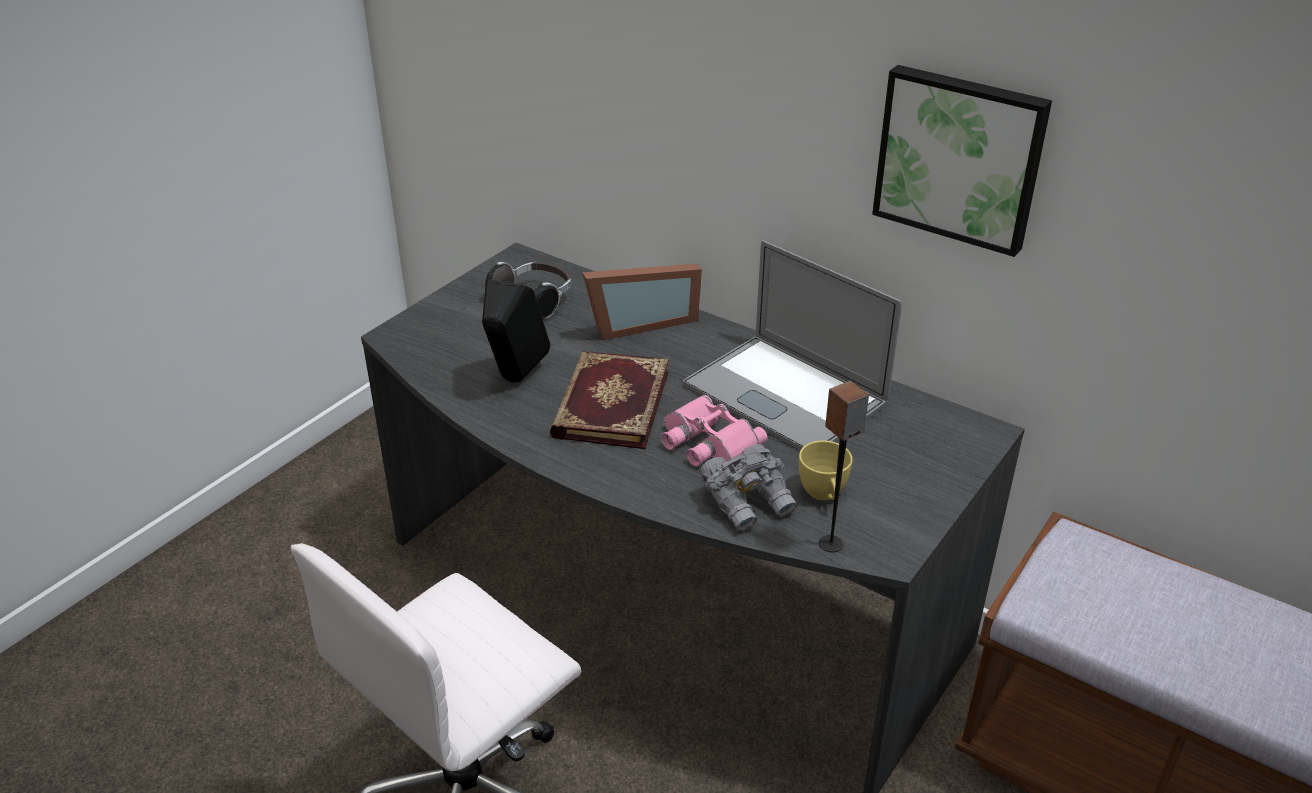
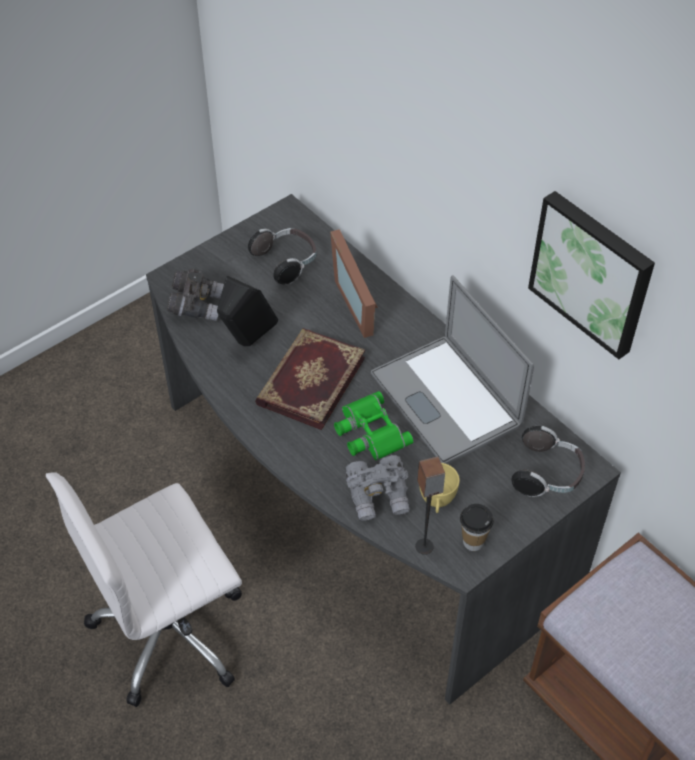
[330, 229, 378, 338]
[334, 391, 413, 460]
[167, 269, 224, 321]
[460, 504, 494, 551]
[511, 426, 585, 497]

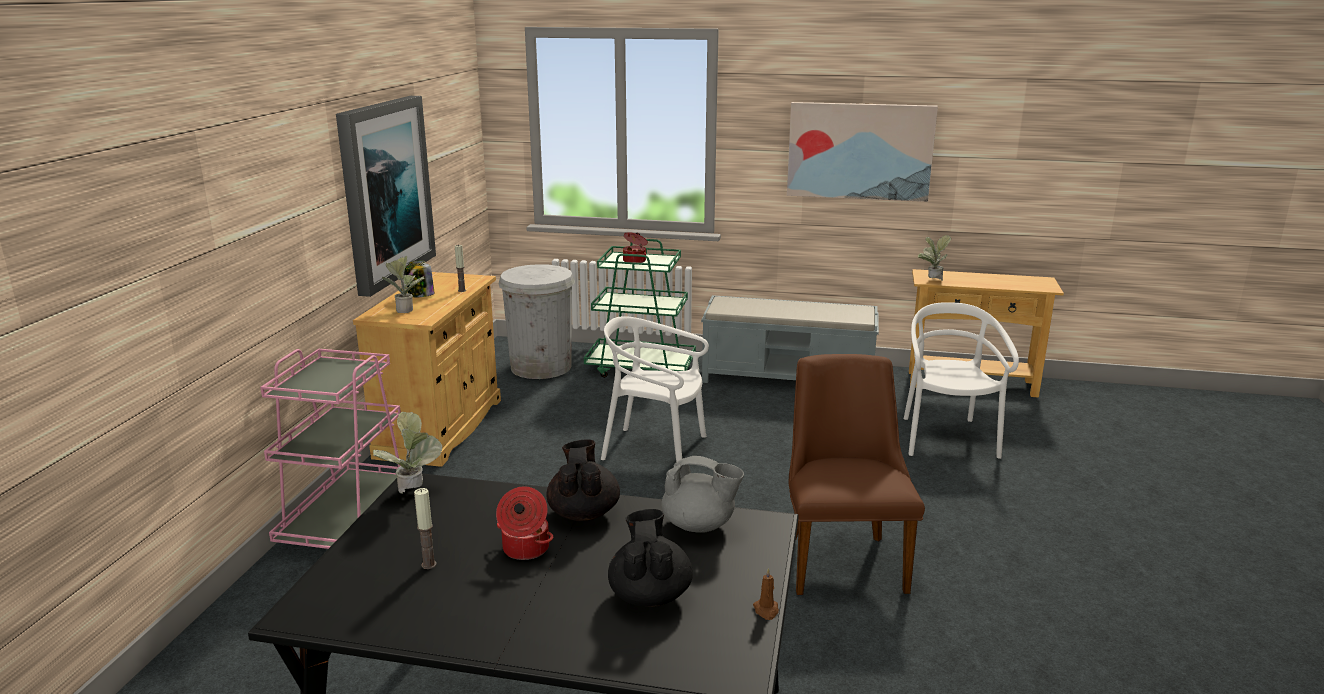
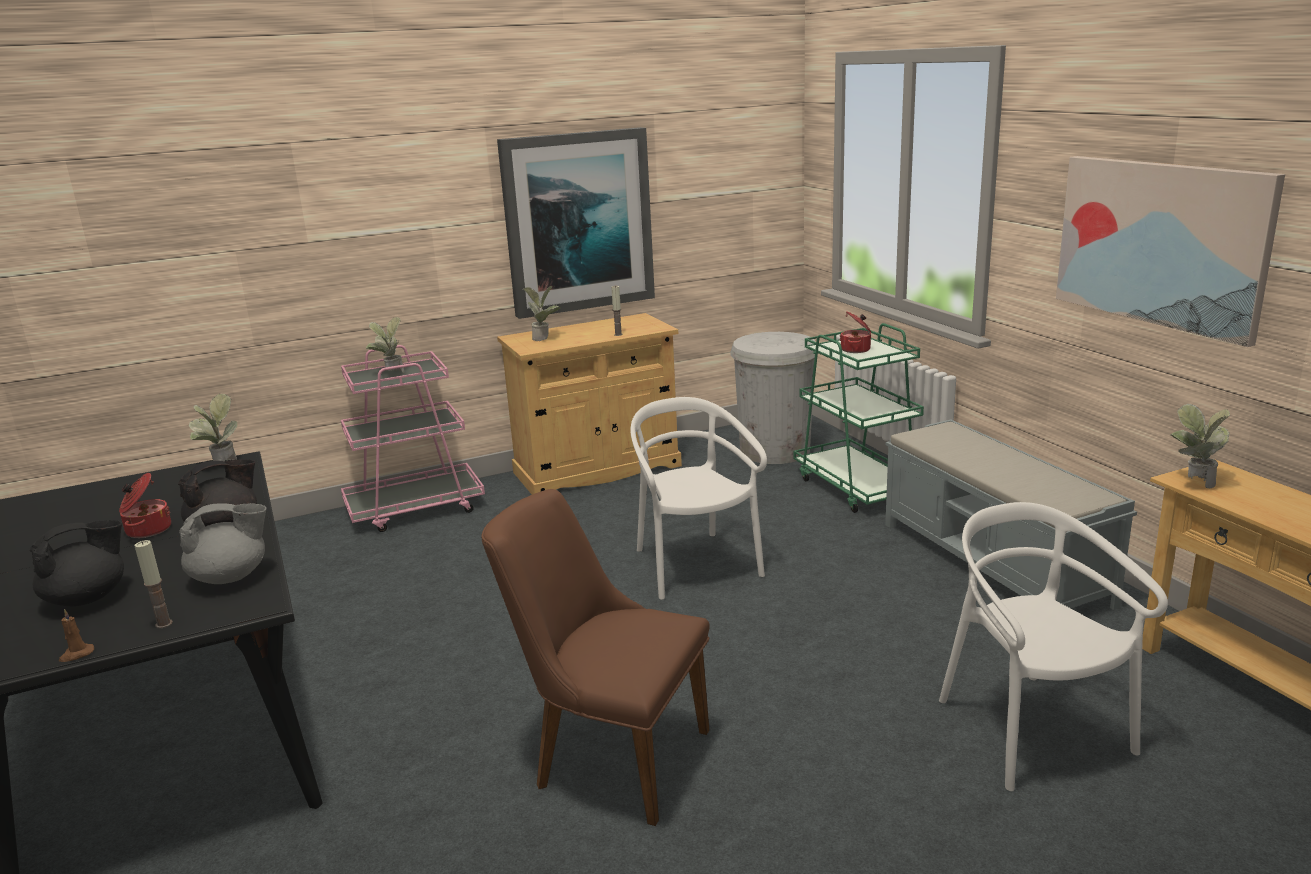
[405, 261, 434, 297] (first image)
[135, 540, 173, 628]
[179, 503, 267, 584]
[481, 489, 710, 826]
[939, 502, 1168, 791]
[366, 317, 404, 373]

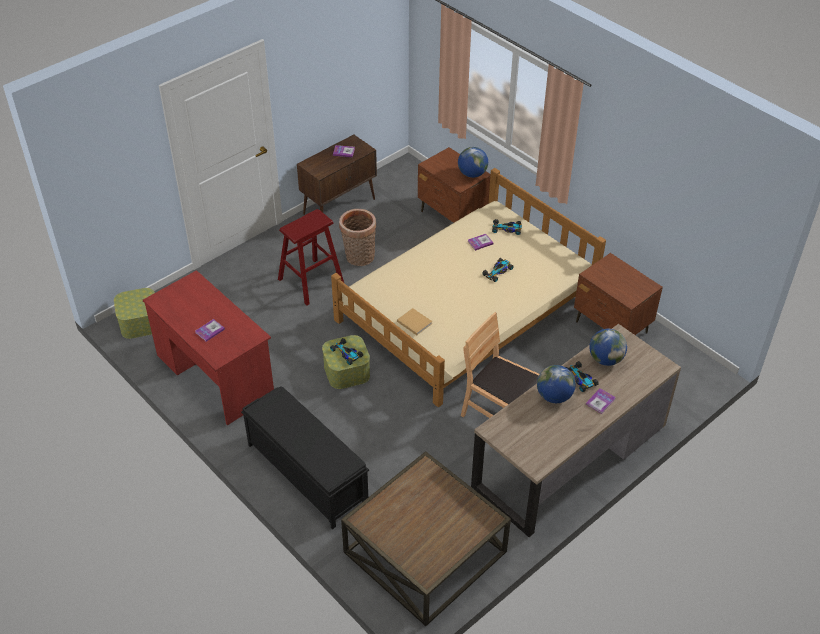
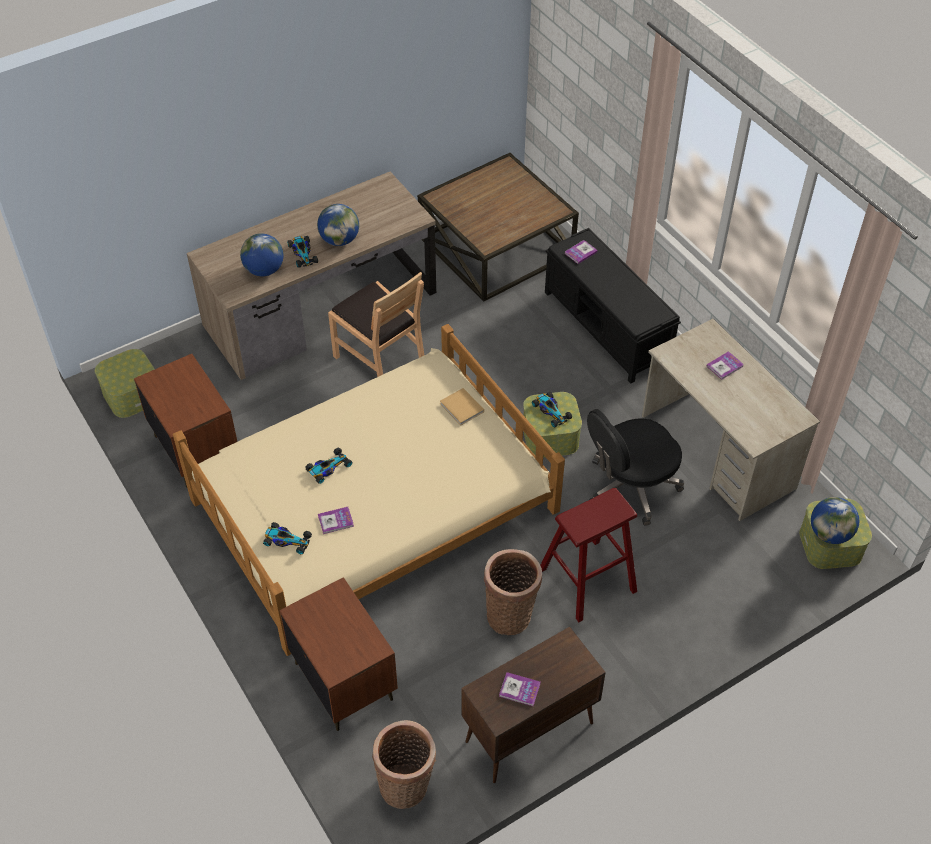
[642, 319, 820, 521]
[811, 497, 859, 544]
[565, 240, 598, 264]
[95, 349, 155, 418]
[372, 720, 436, 809]
[587, 409, 684, 526]

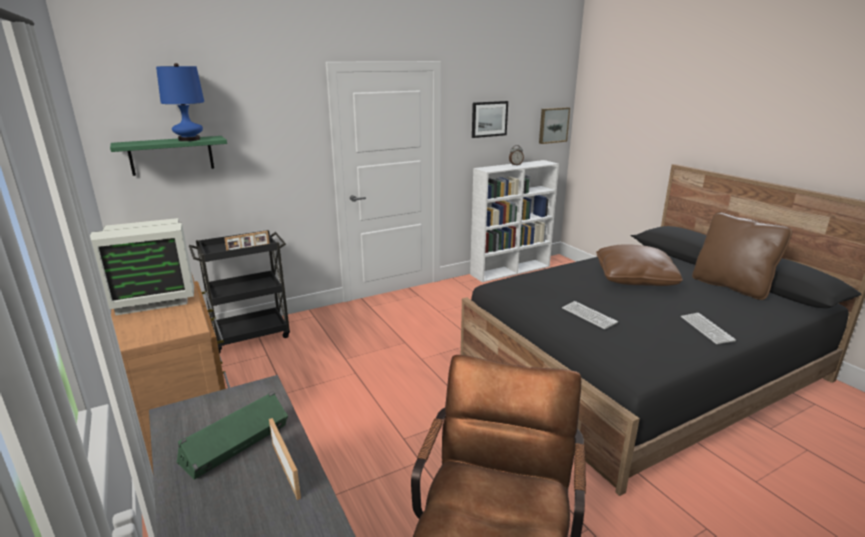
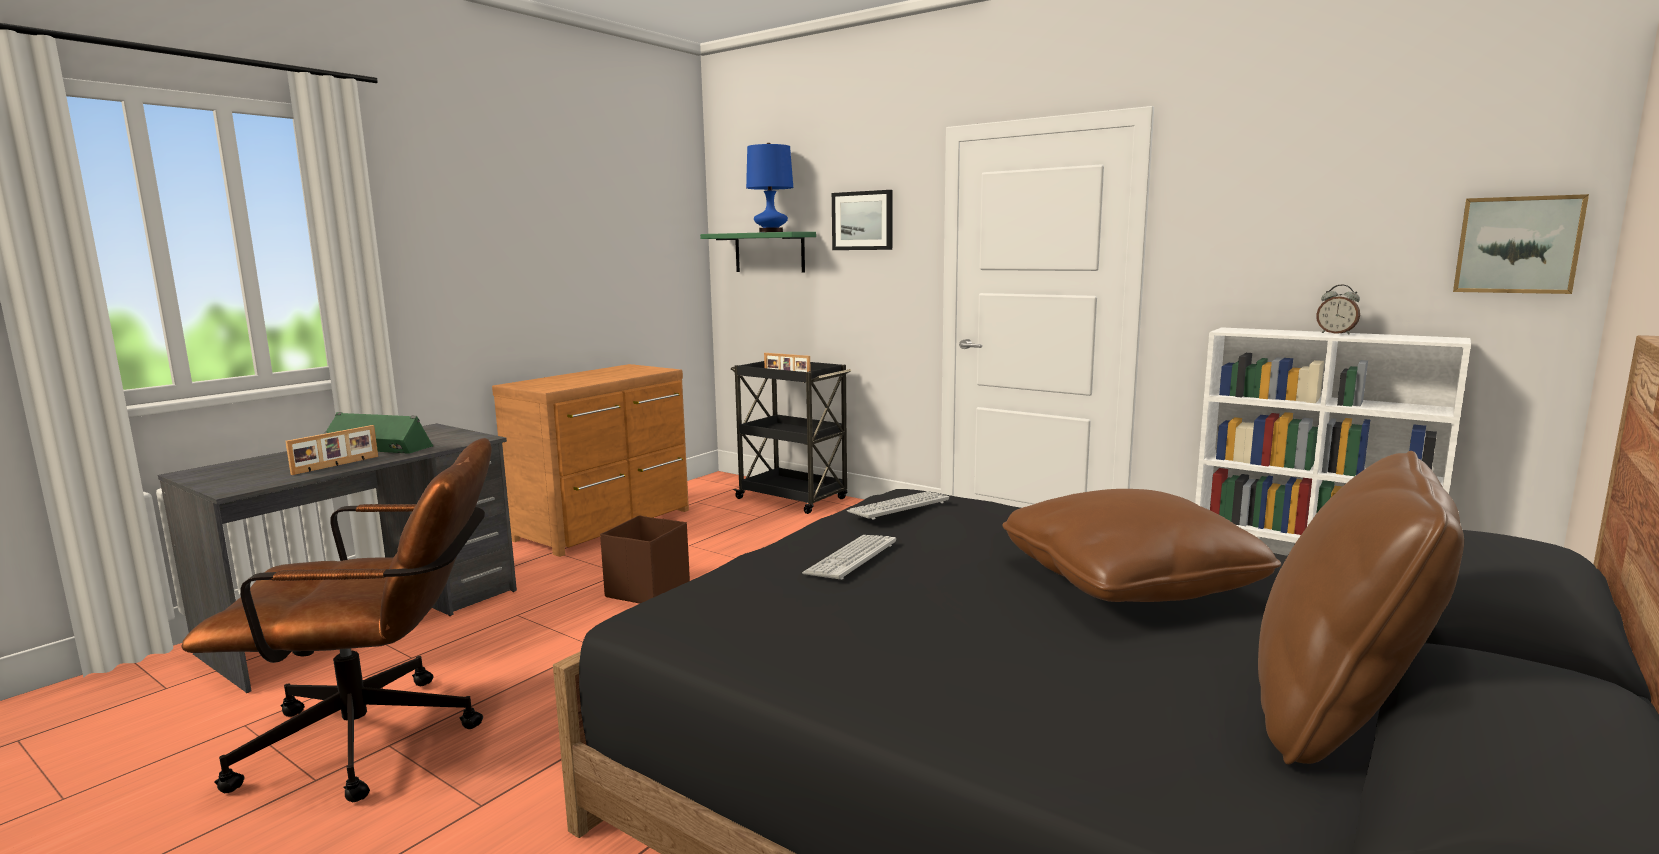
[90, 218, 194, 315] (first image)
[832, 190, 892, 250]
[847, 491, 949, 520]
[600, 516, 690, 604]

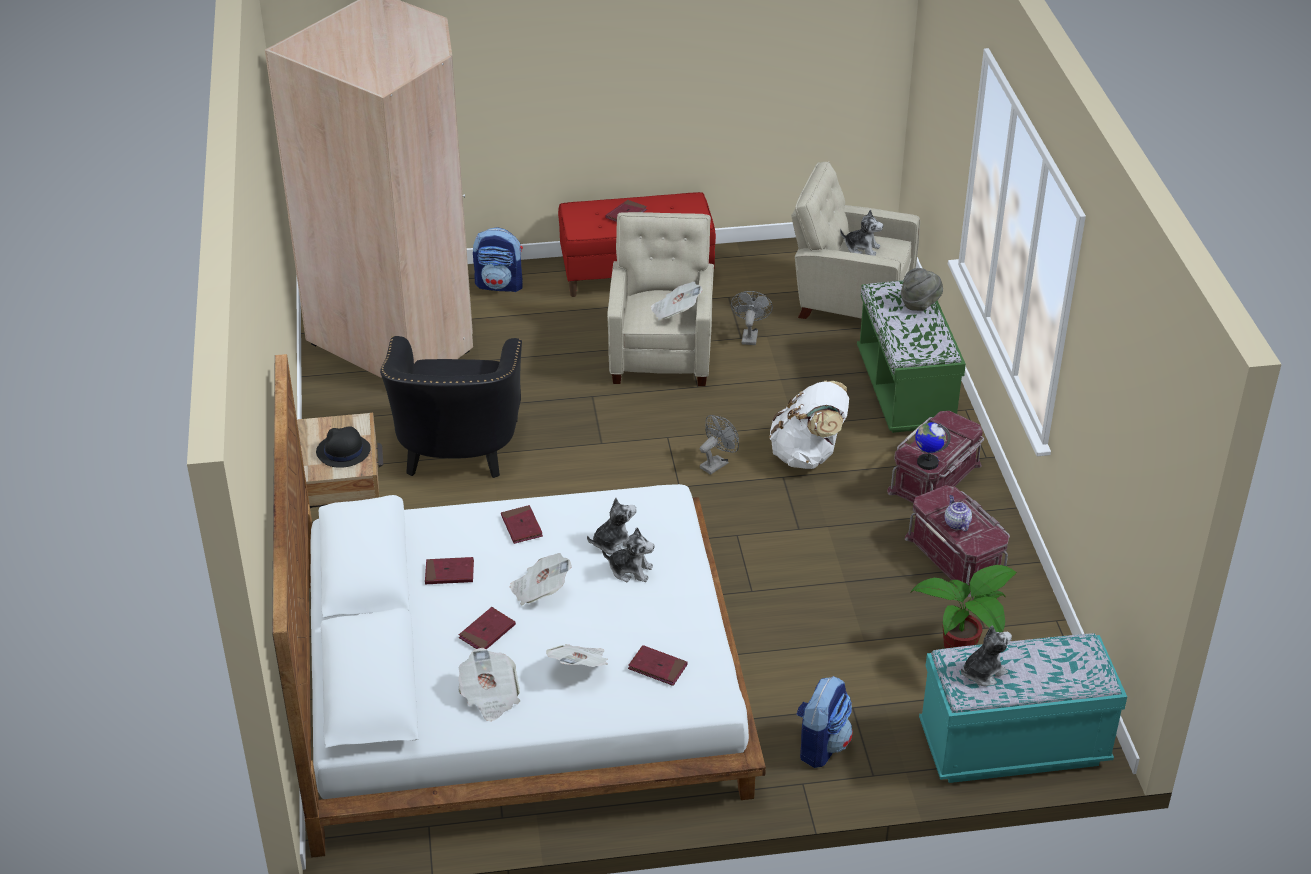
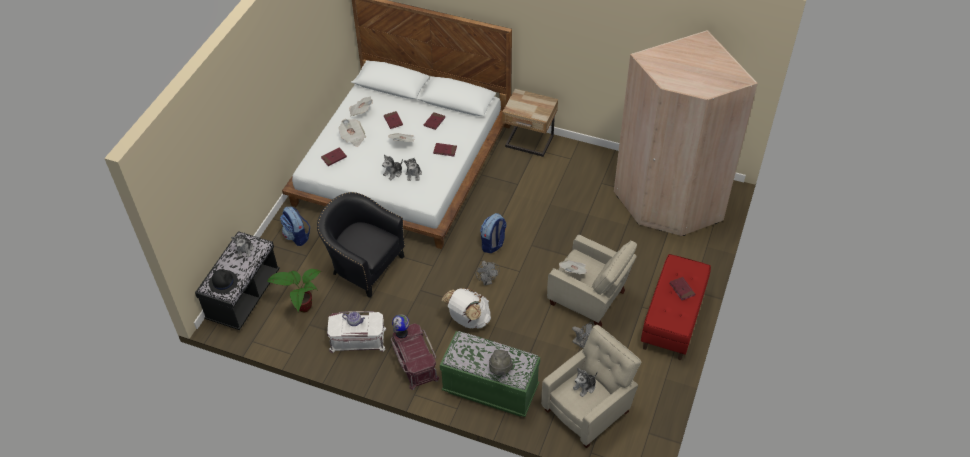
[209, 269, 238, 294]
[317, 192, 405, 298]
[480, 213, 507, 253]
[327, 311, 387, 353]
[195, 231, 280, 330]

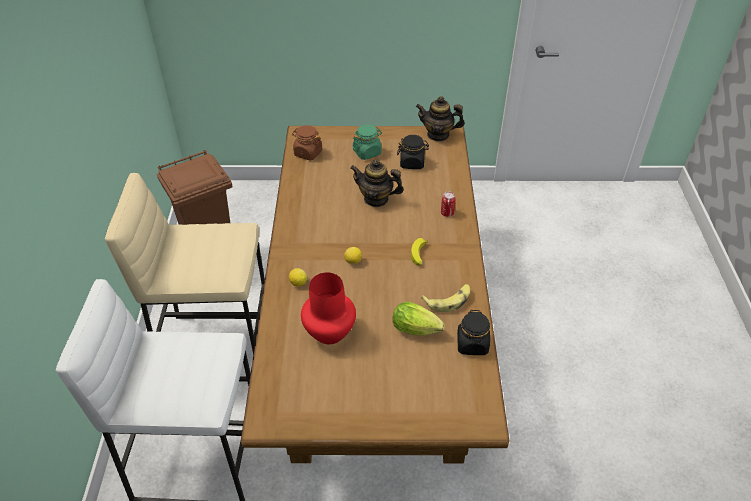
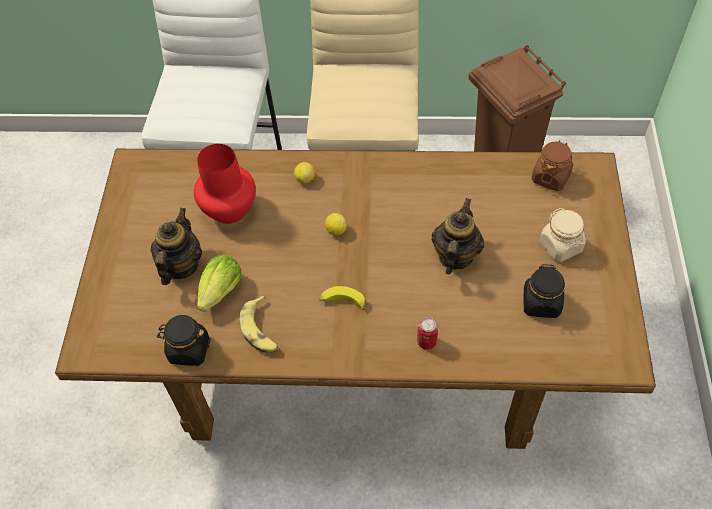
[540, 208, 586, 262]
[150, 208, 202, 285]

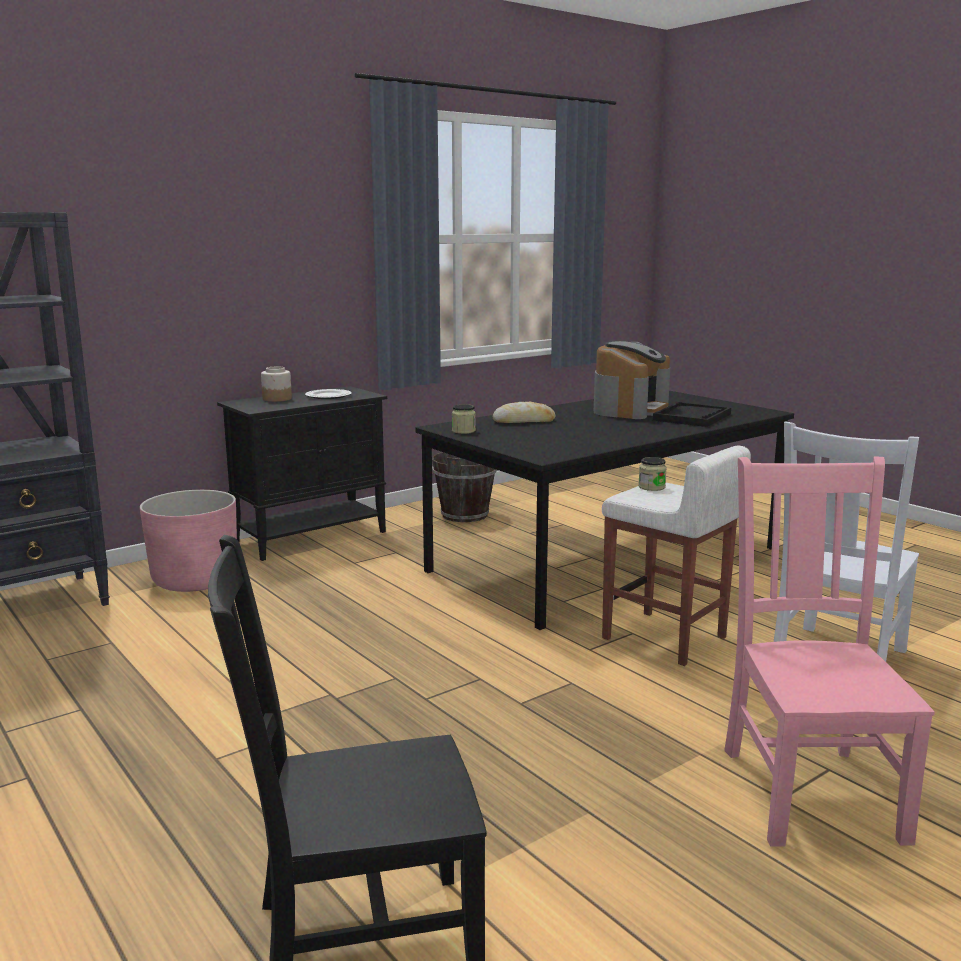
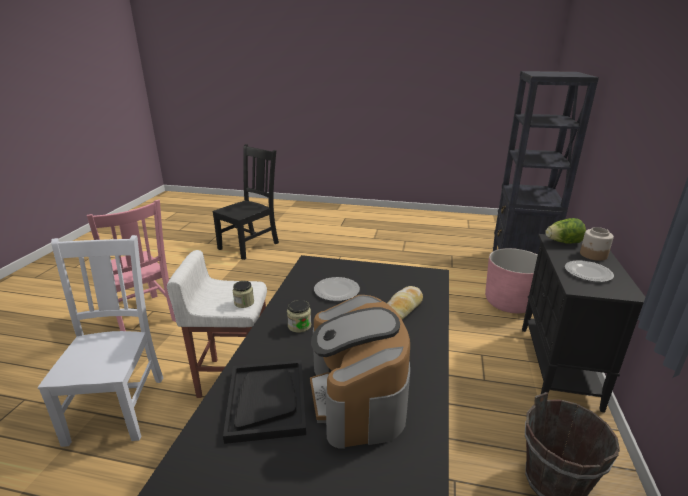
[287, 300, 311, 333]
[314, 277, 360, 301]
[545, 218, 586, 244]

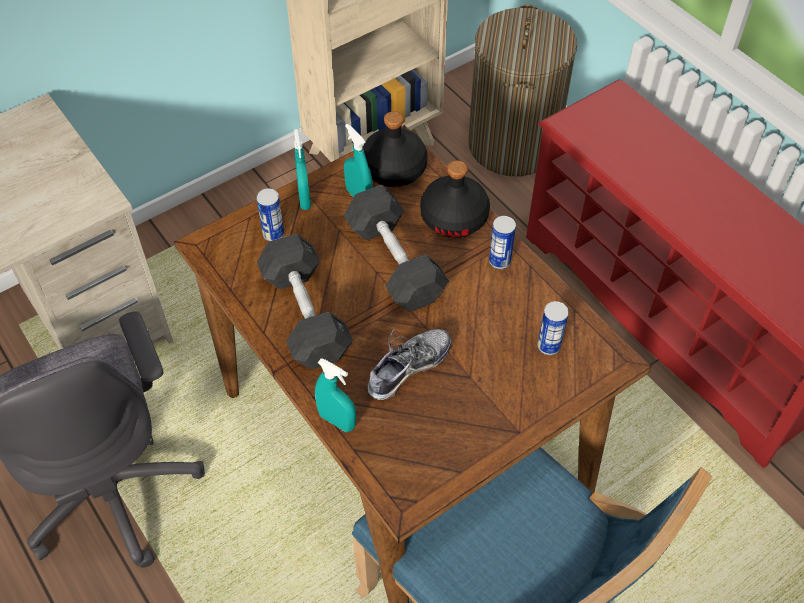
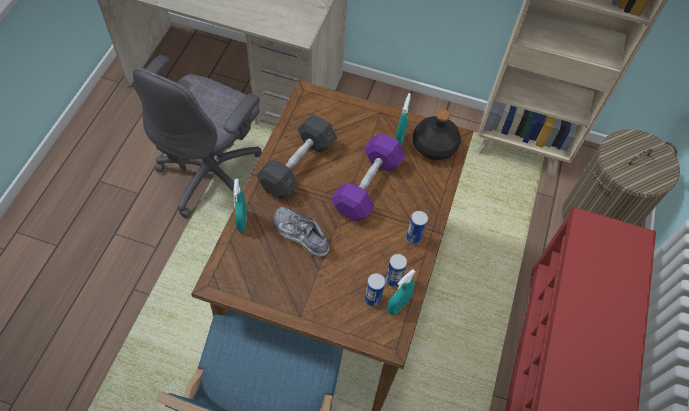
[385, 254, 407, 287]
[387, 269, 416, 315]
[331, 133, 406, 222]
[274, 207, 330, 257]
[420, 160, 490, 238] (first image)

